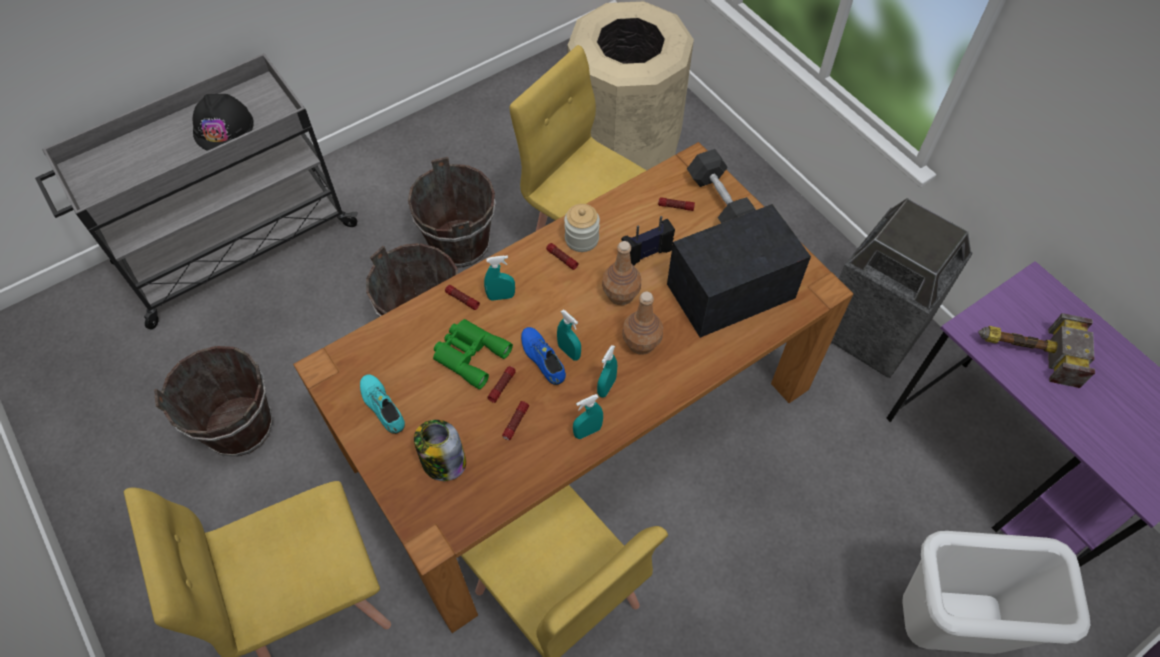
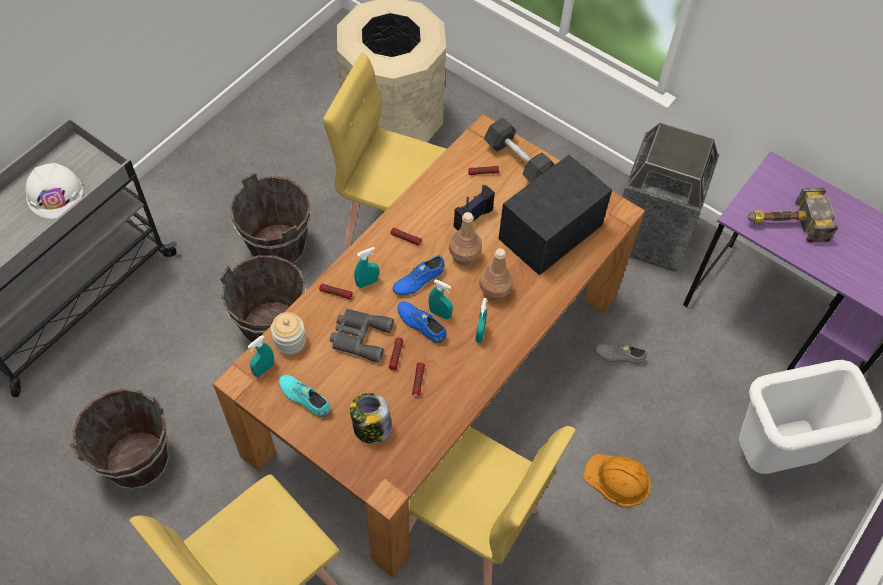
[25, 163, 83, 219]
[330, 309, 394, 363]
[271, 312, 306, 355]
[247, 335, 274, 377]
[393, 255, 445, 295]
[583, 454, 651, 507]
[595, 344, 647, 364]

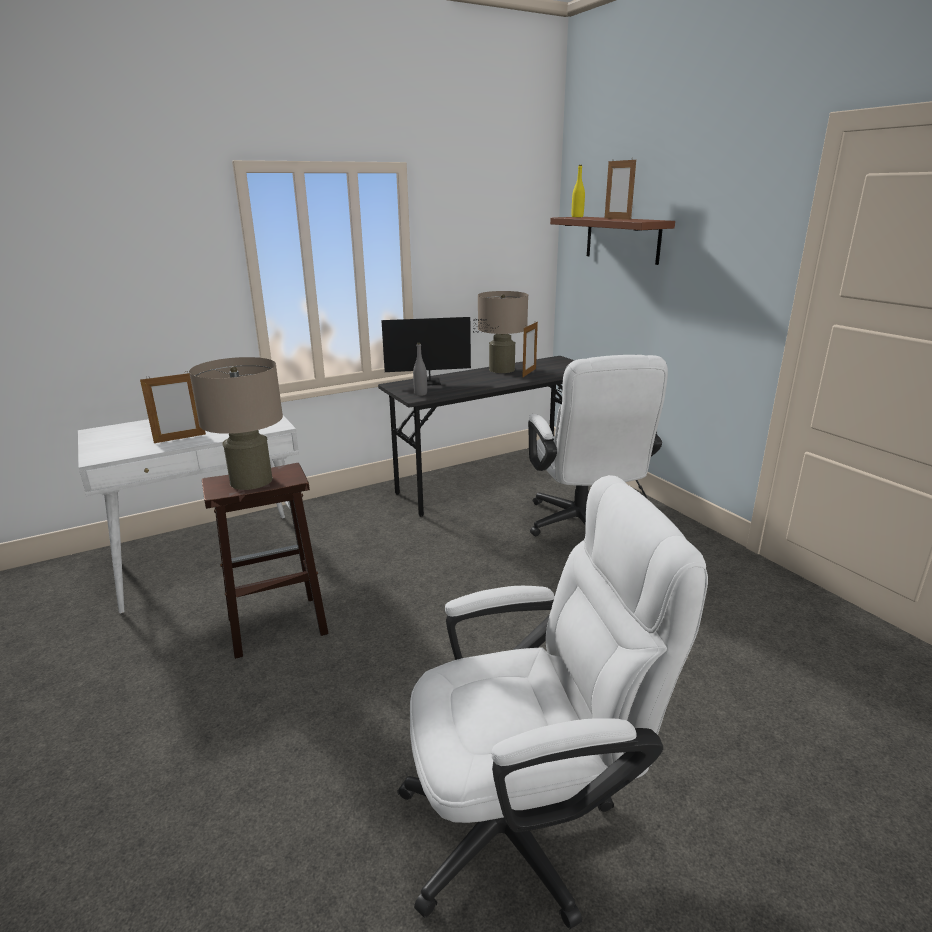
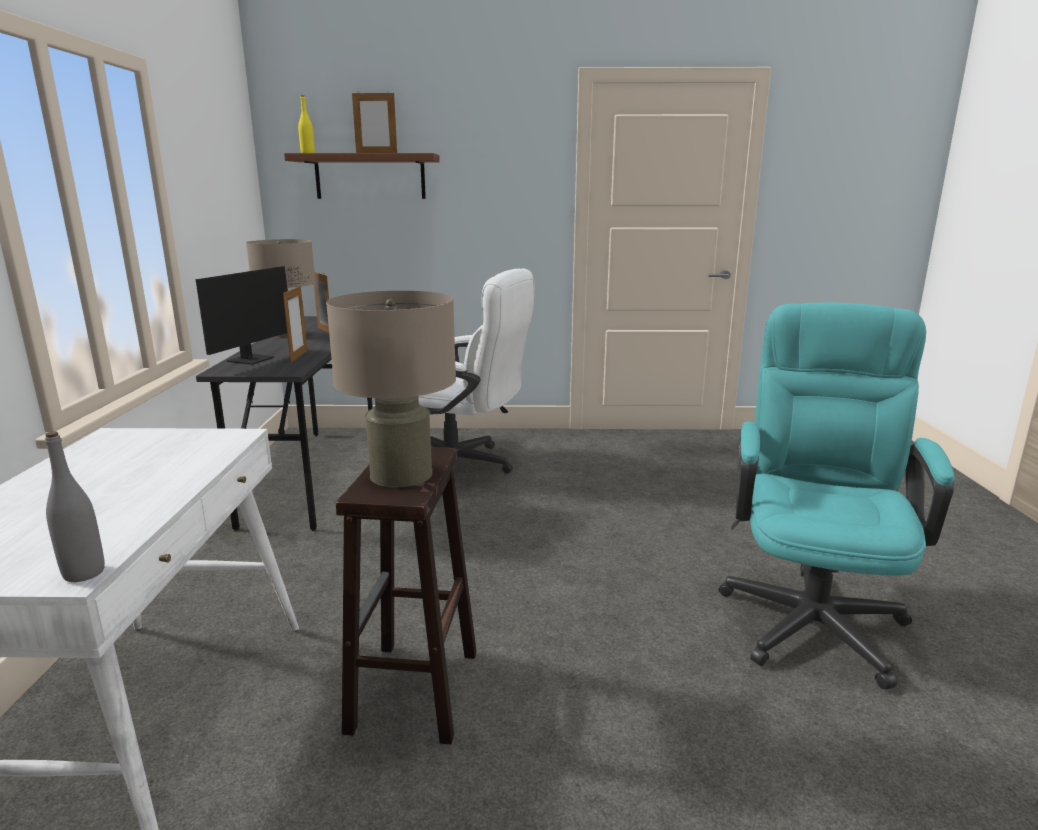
[283, 286, 307, 362]
[719, 302, 955, 690]
[45, 431, 105, 582]

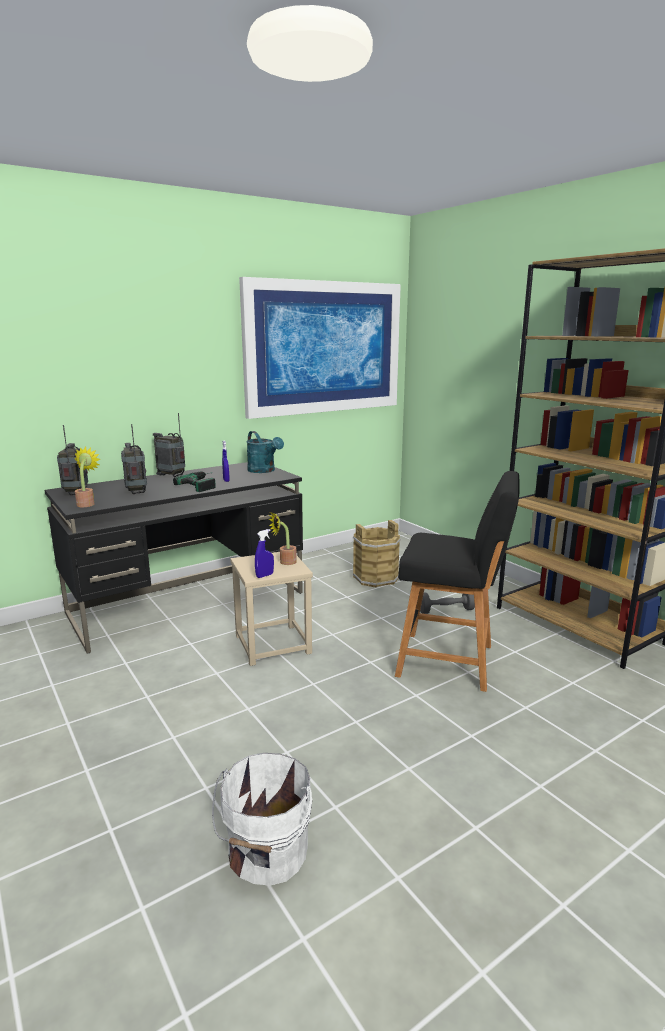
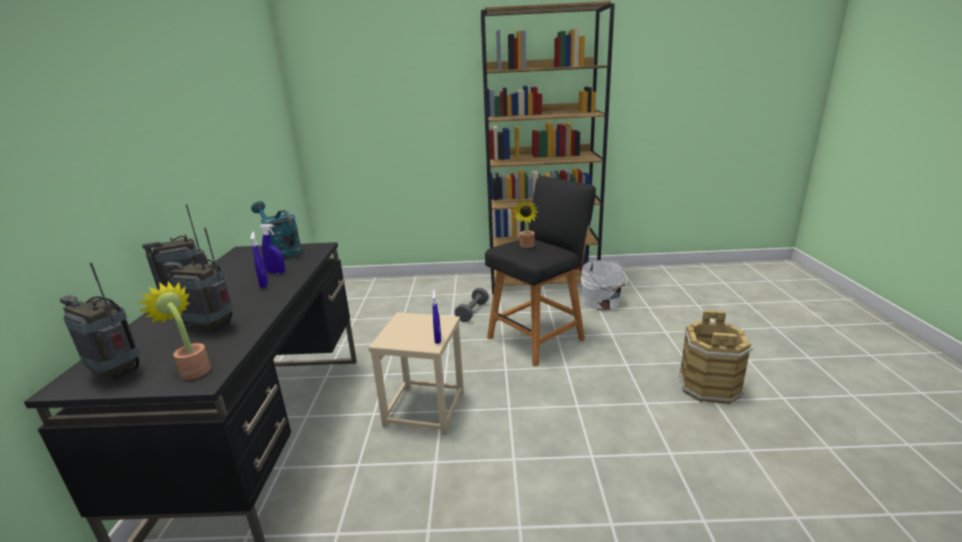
[251, 232, 268, 288]
[581, 260, 627, 310]
[239, 277, 401, 419] (first image)
[251, 201, 302, 259]
[513, 201, 539, 248]
[679, 310, 753, 405]

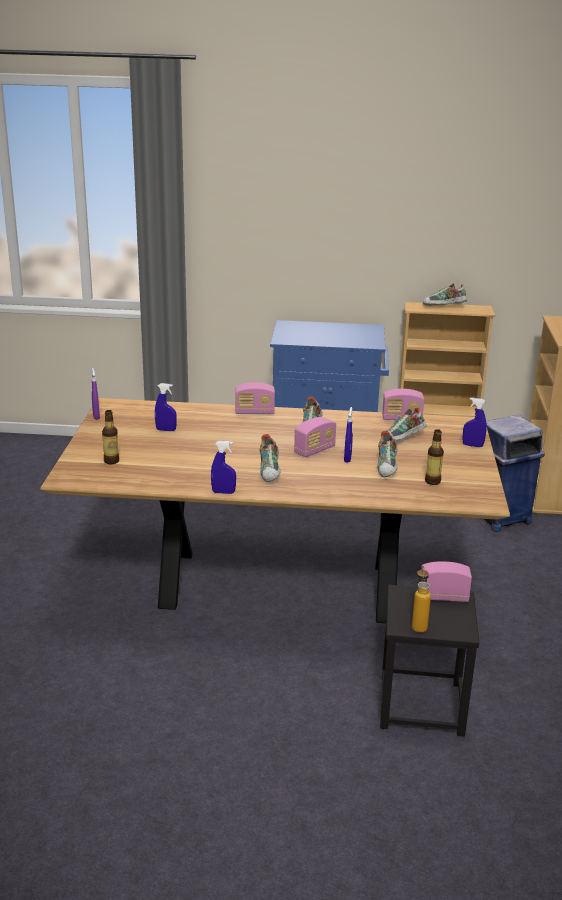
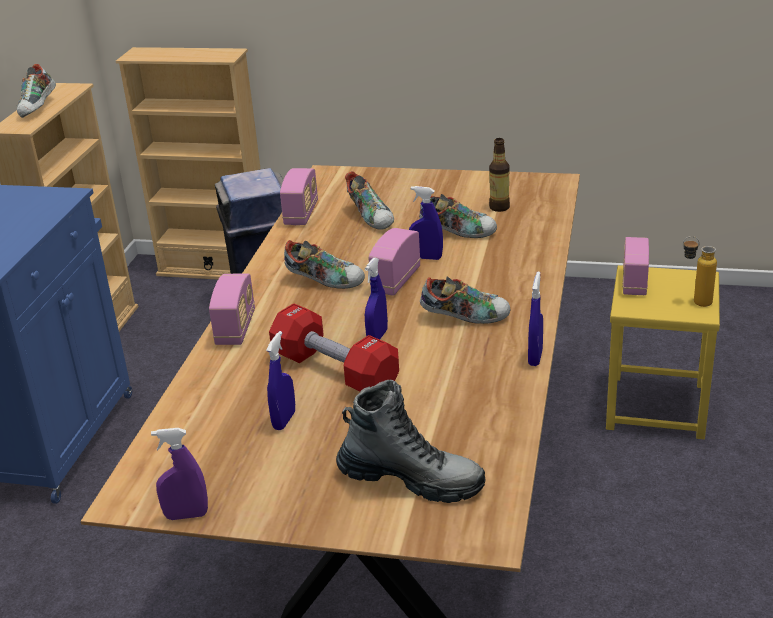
[336, 380, 485, 503]
[368, 228, 421, 296]
[606, 265, 720, 439]
[365, 258, 388, 339]
[269, 303, 399, 392]

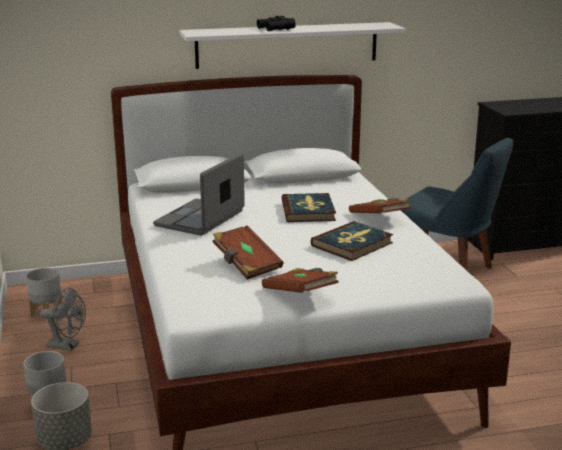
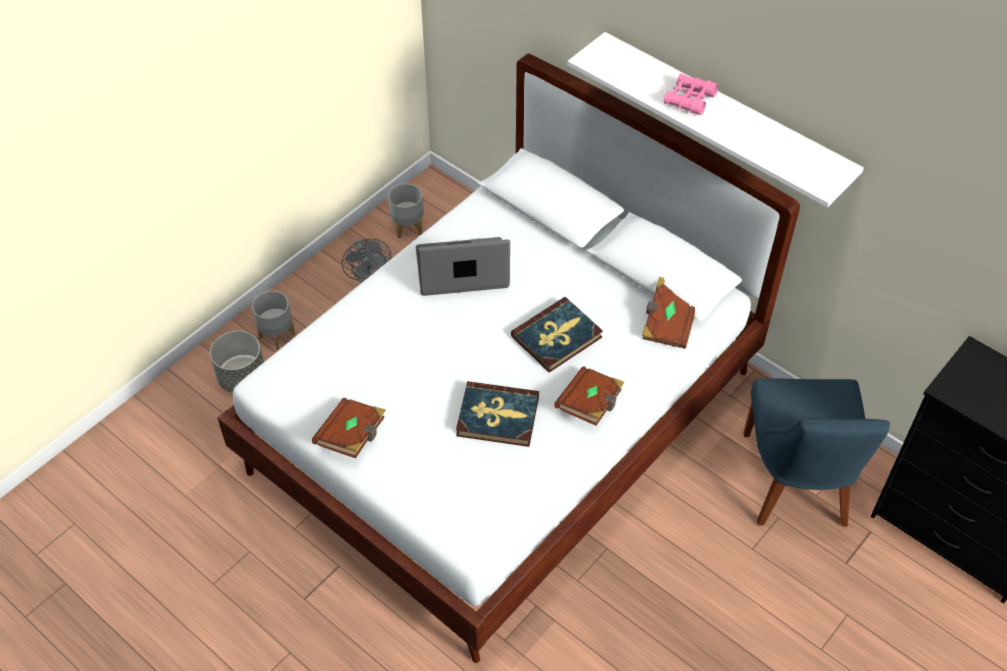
[642, 277, 695, 349]
[664, 74, 718, 115]

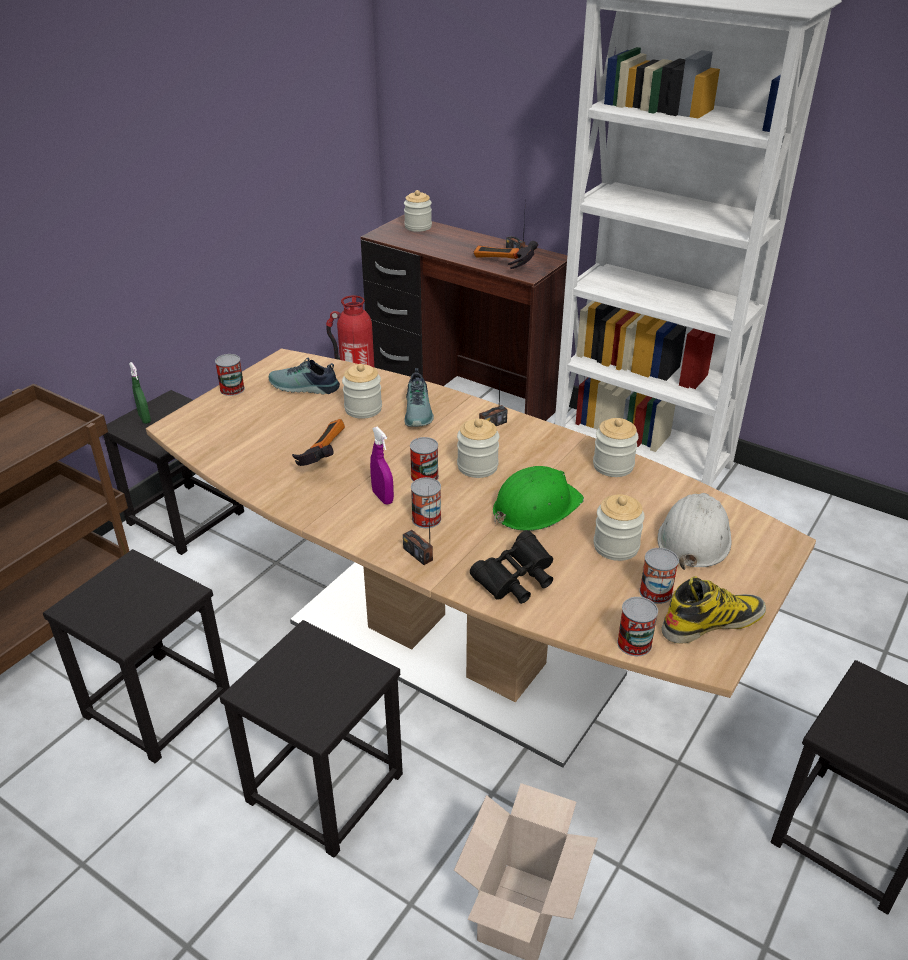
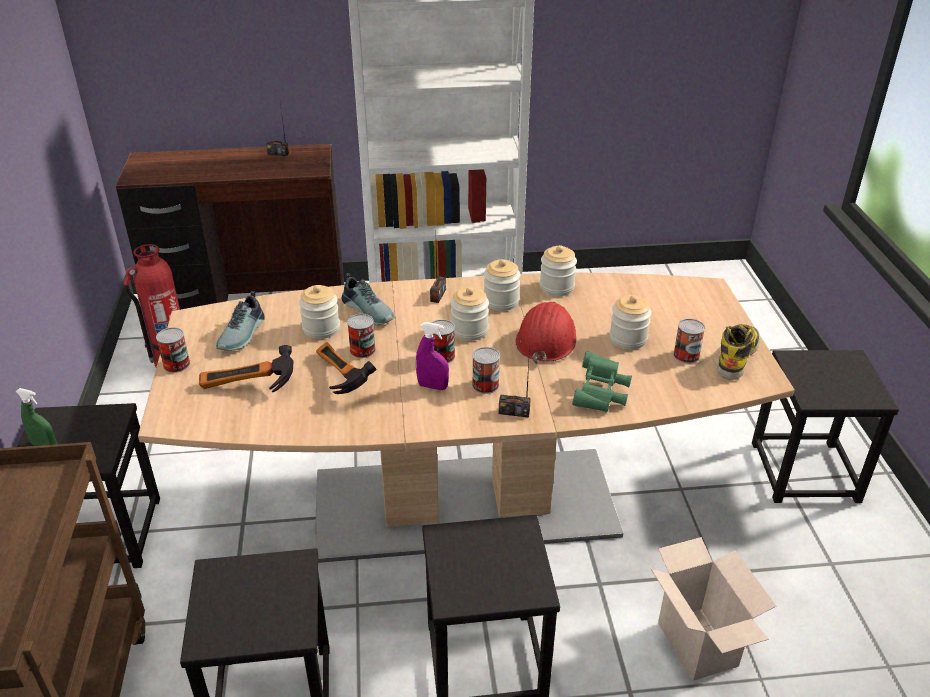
[216, 291, 265, 351]
[484, 259, 521, 311]
[572, 352, 632, 412]
[199, 345, 293, 392]
[516, 302, 576, 364]
[347, 314, 376, 358]
[657, 493, 731, 570] (first image)

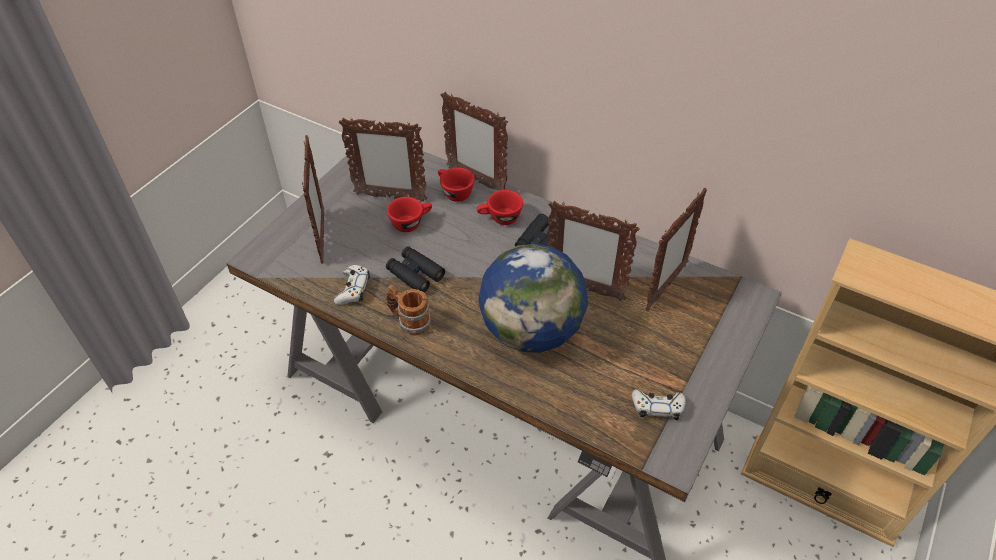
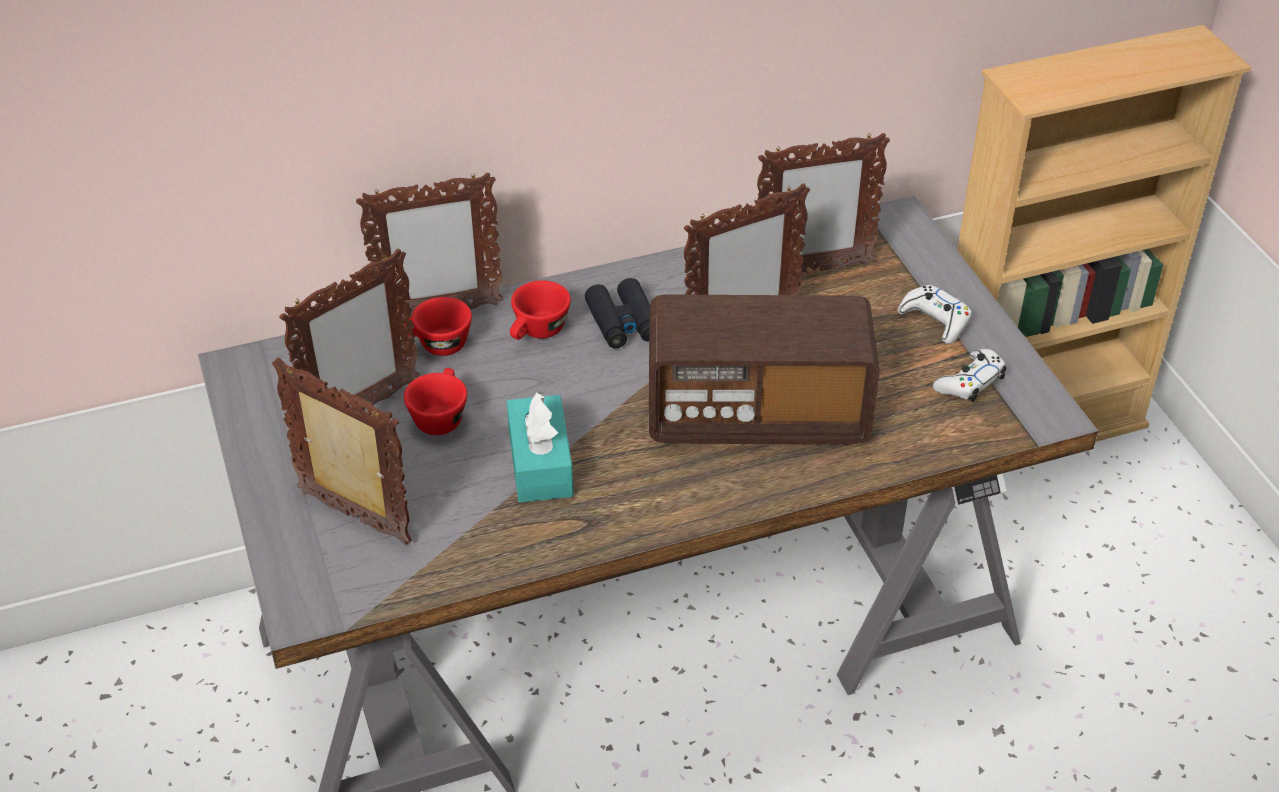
[898, 285, 972, 344]
[507, 391, 574, 502]
[386, 285, 431, 336] (first image)
[649, 294, 880, 445]
[757, 133, 890, 273]

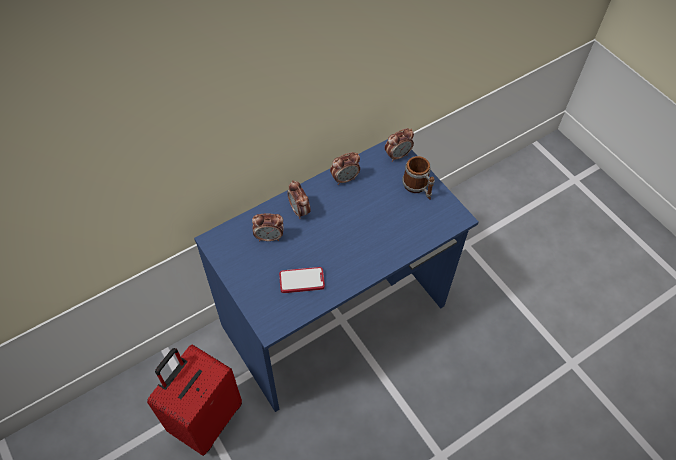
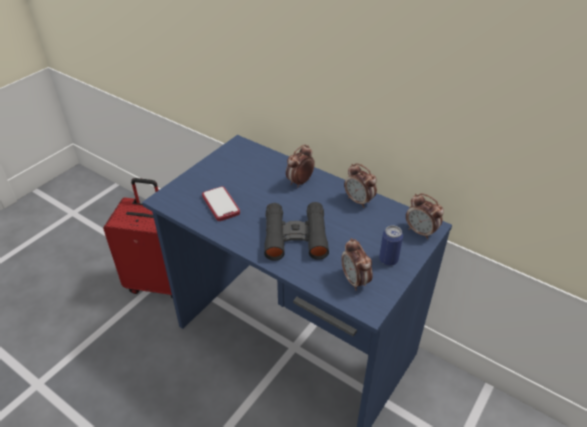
[341, 238, 373, 291]
[379, 226, 403, 266]
[264, 202, 329, 260]

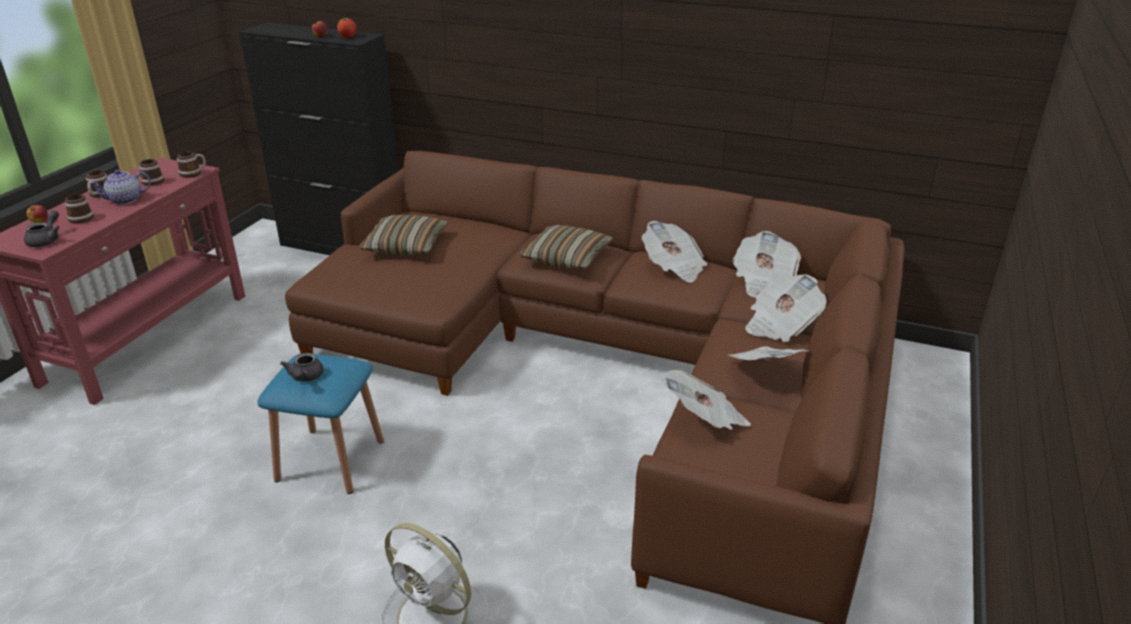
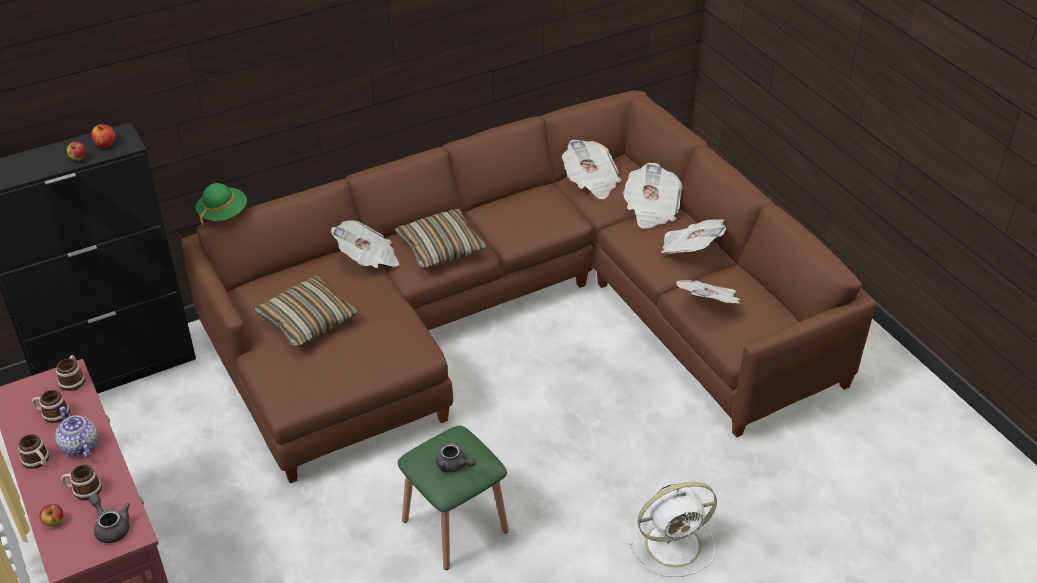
[55, 406, 98, 458]
[398, 426, 509, 570]
[331, 220, 399, 268]
[196, 183, 247, 225]

